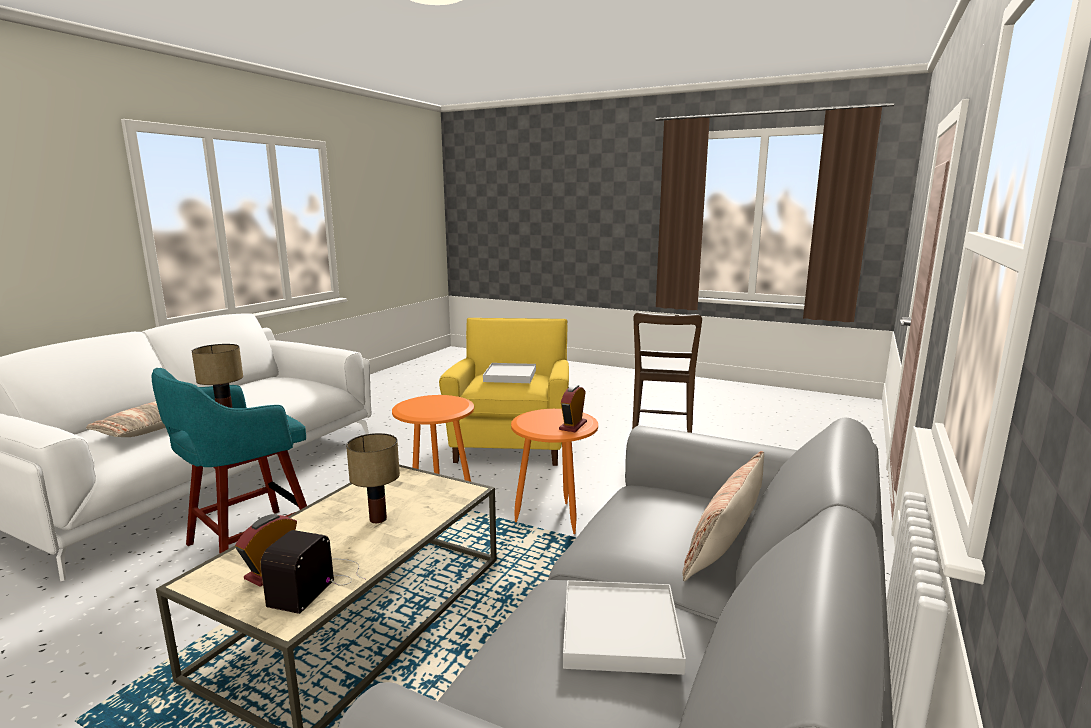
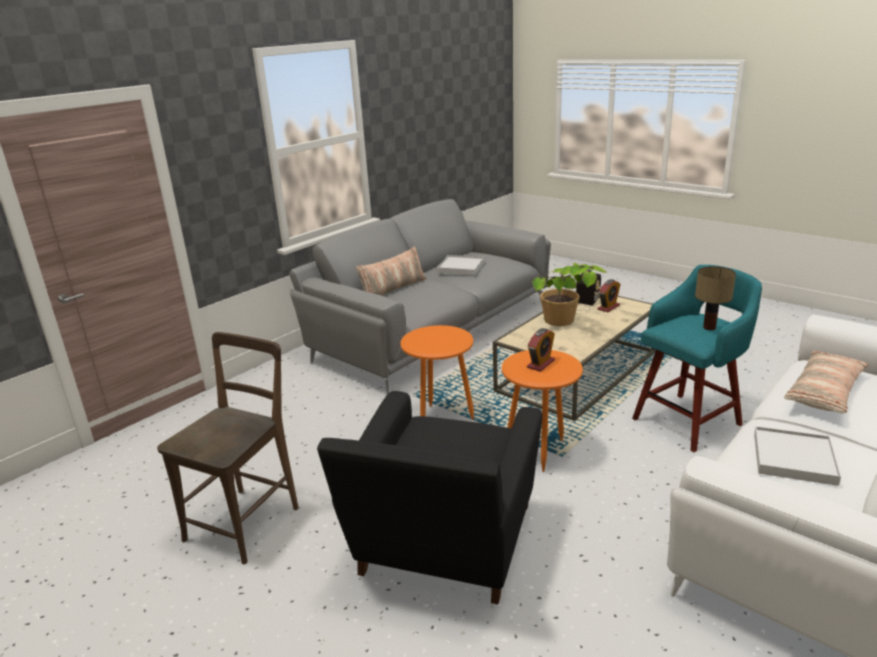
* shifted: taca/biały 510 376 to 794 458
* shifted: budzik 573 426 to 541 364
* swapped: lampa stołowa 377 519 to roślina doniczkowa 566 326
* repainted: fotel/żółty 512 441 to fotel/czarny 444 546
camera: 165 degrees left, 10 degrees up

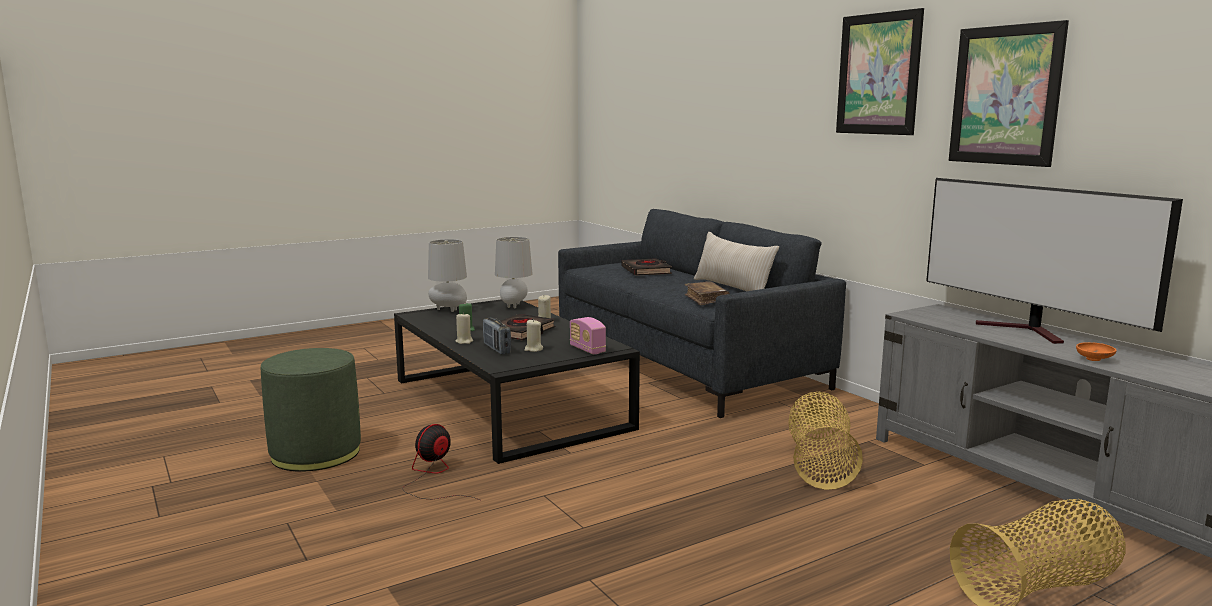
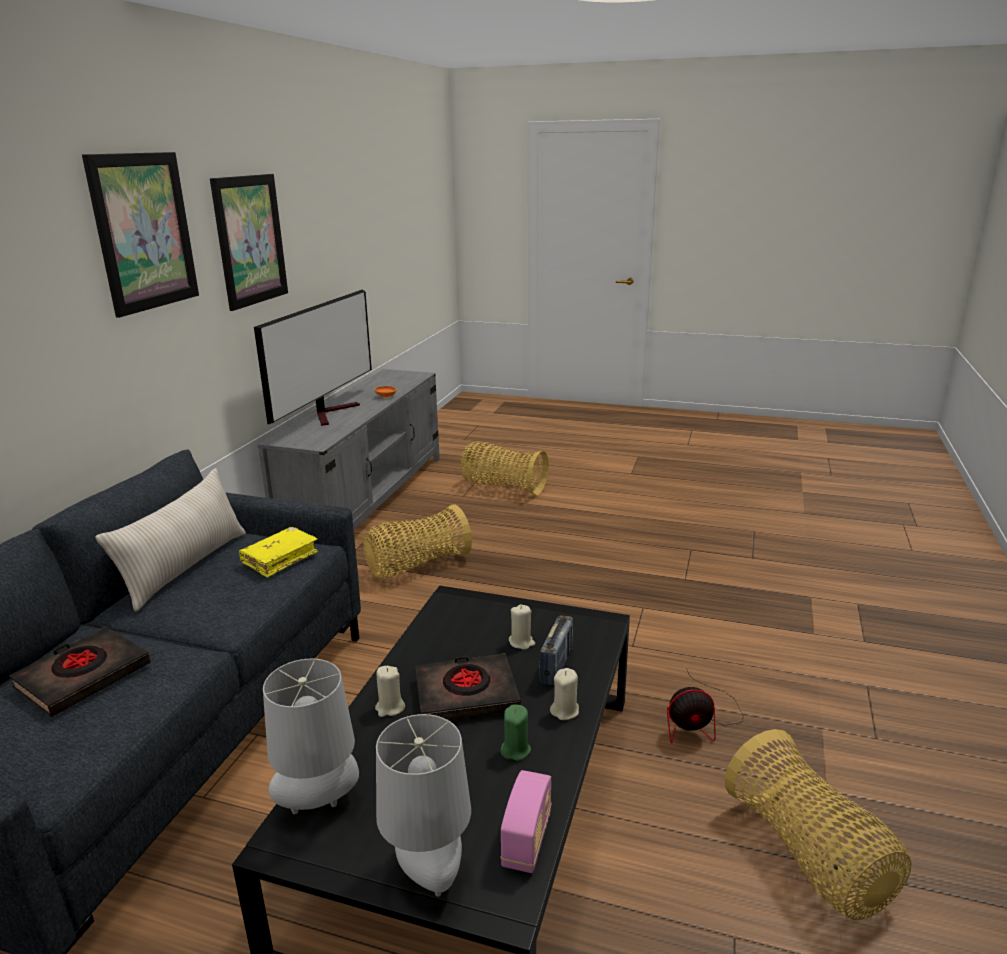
* shifted: radio 587 349 to 527 840
* swapped: pufa/zielony 316 453 to koszyk 809 856
* repainted: książka/brązowy 706 299 to książka/żółty 280 559
camera: 130 degrees left, 10 degrees up

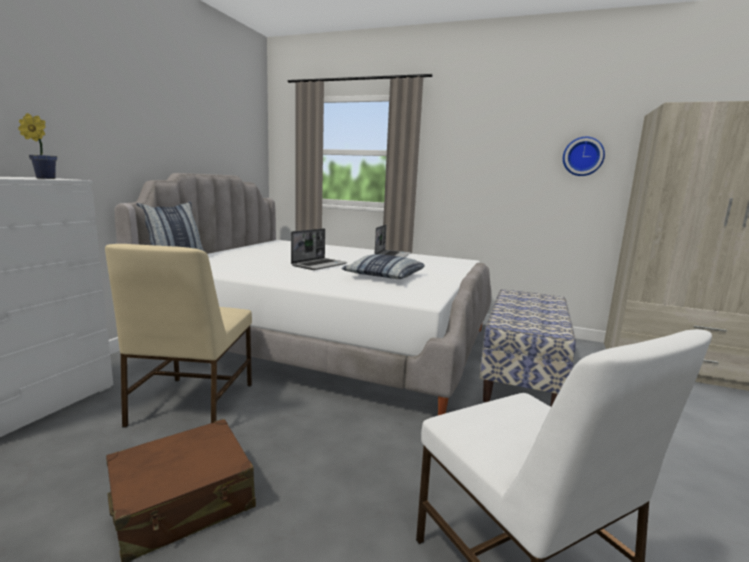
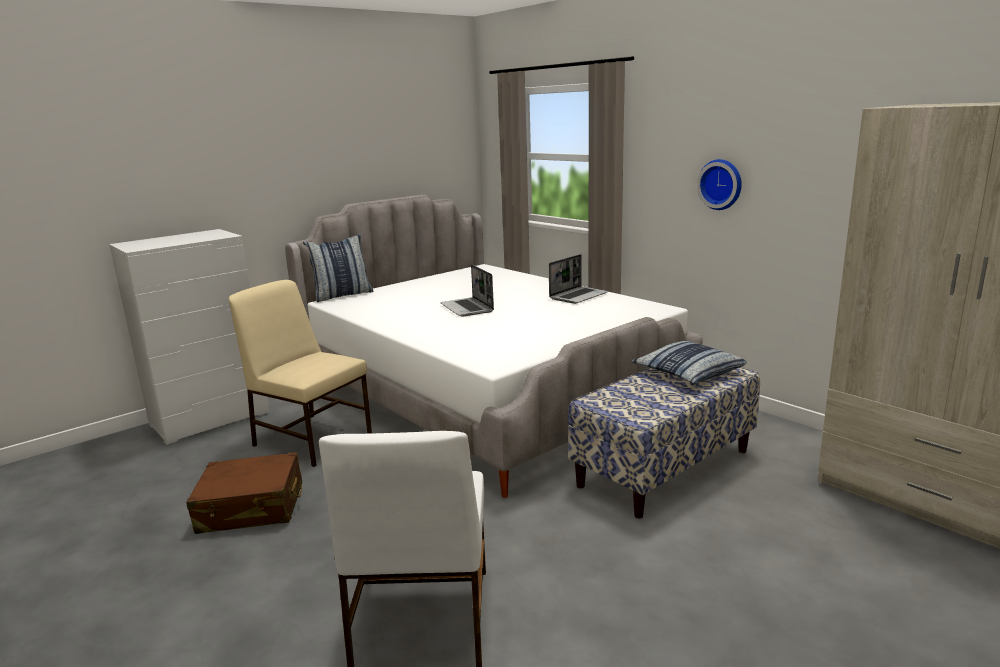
* gone: roślina doniczkowa 43 178
* shifted: poduszka 384 276 to 688 373
* shifted: zegar ścienny 583 156 to 721 184
* rotated: krzesło/beżowy 191 405 = 312 438 90 degrees clockwise
* rotated: laptop 319 265 = 468 308 90 degrees clockwise
camera: 30 degrees right, 5 degrees up

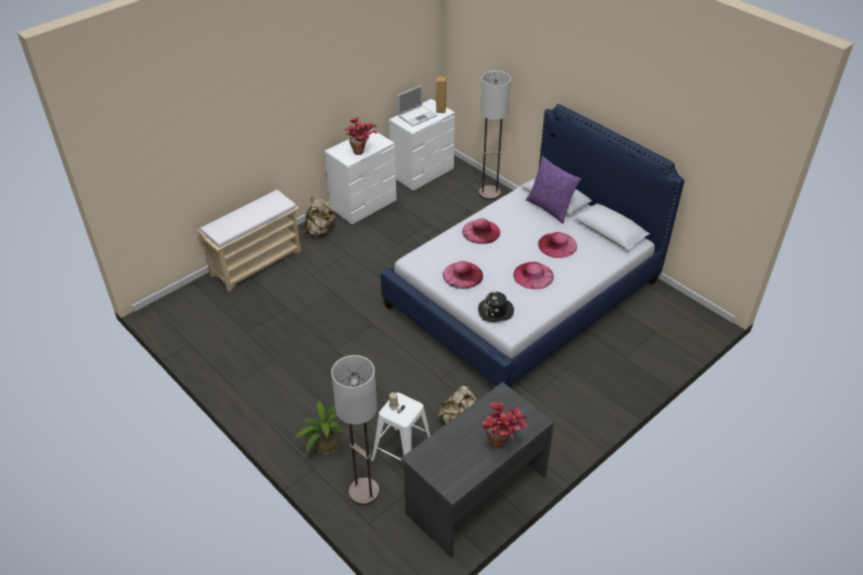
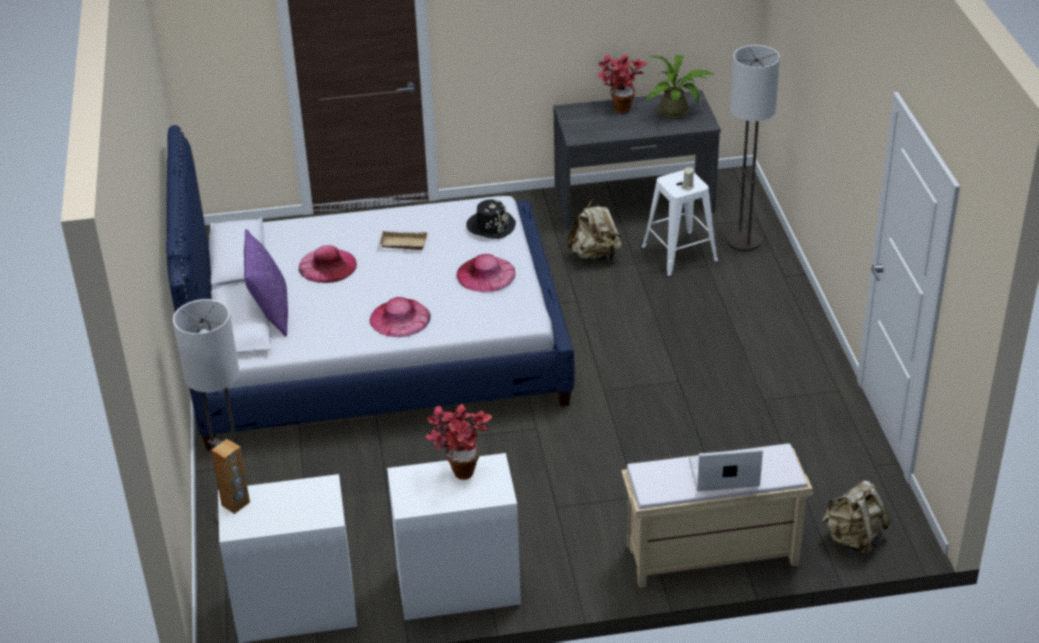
* shifted: roślina doniczkowa 324 446 to 677 113
* shifted: plecak/beżowy 319 231 to 853 539
* shifted: laptop 417 115 to 722 473
* swapped: kapelusz/różowy 533 275 to taca/beżowy 402 244
camera: 145 degrees left, 5 degrees down

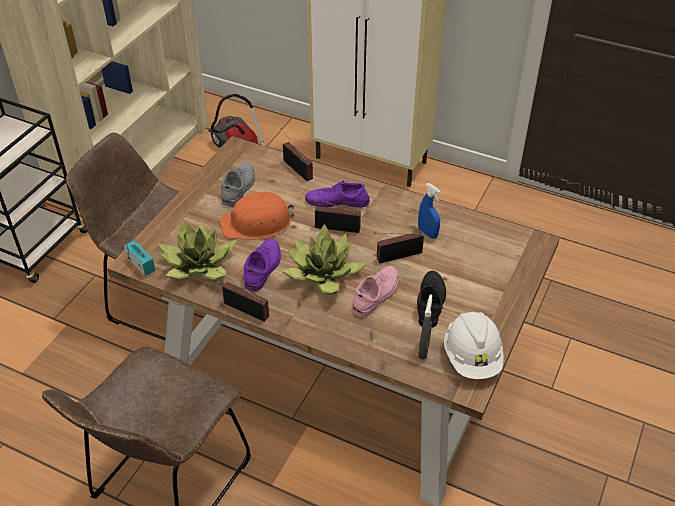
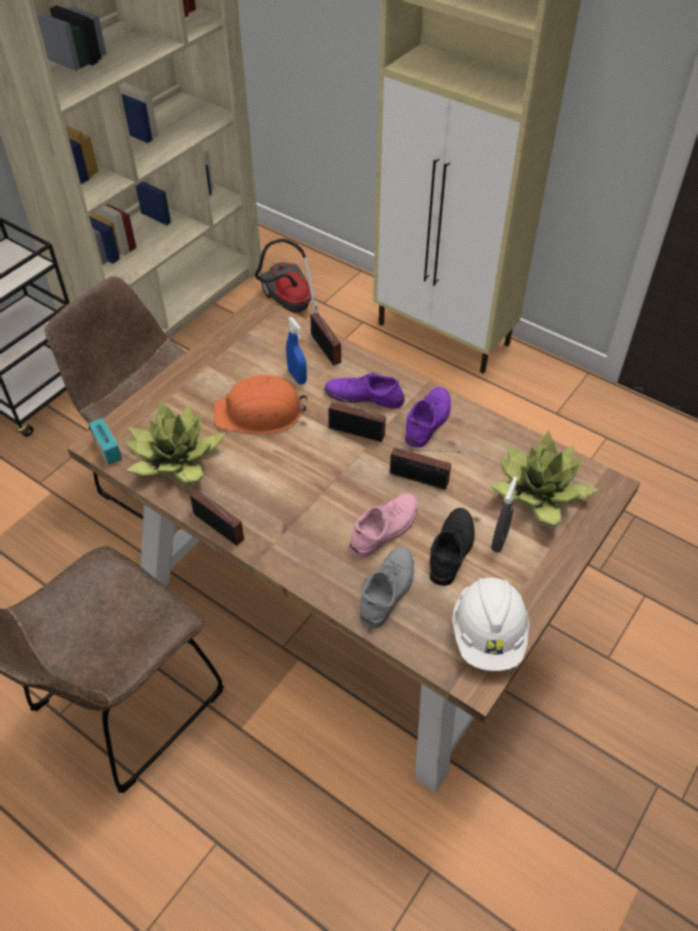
* shifted: but/szary 239 187 to 388 590
* shifted: but/fioletowy 263 267 to 428 420
* shifted: roślina doniczkowa 323 274 to 539 493
* shifted: spryskiwacz/niebieski 427 233 to 297 377
* shifted: spryskiwacz/szary 423 350 to 499 540
* rotated: radio 396 256 = 422 479 150 degrees counterclockwise
camera: 10 degrees right, 5 degrees up

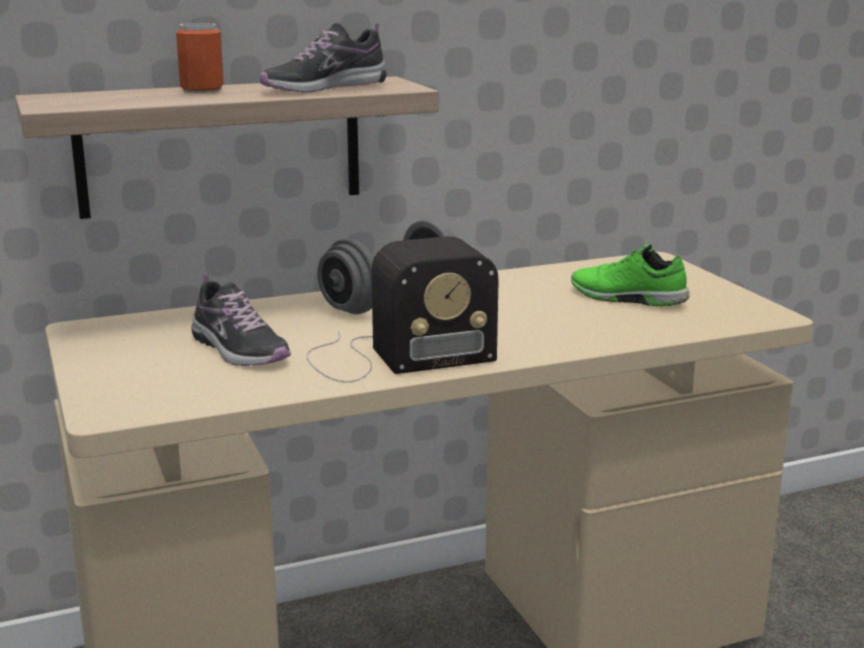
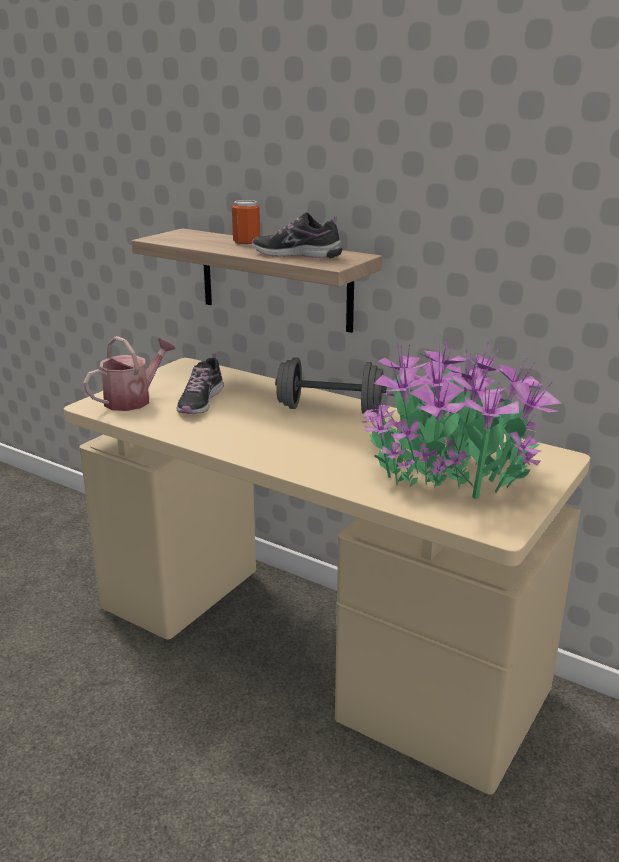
* gone: radio 393 357
* new: konewka 133 399
* swapped: but/zielony 626 298 to roślina doniczkowa 449 470
camera: 55 degrees right, 5 degrees up

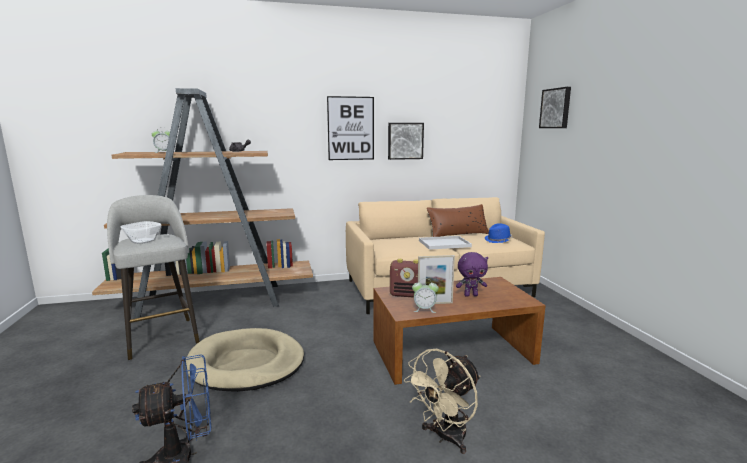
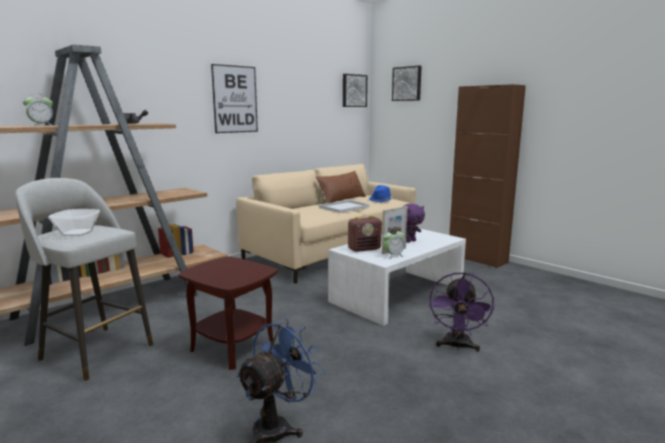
* new: szafka/brązowy 477 259
* shifted: obraz 405 141 to 353 90
* swapped: legowisko/beżowy 246 364 to stolik/brązowy 233 347
* repainted: ława/brązowy 452 351 to ława/biały 397 294
* repainted: wentylator/beżowy 445 437 to wentylator/fioletowy 457 346
camera: 30 degrees left, 0 degrees up

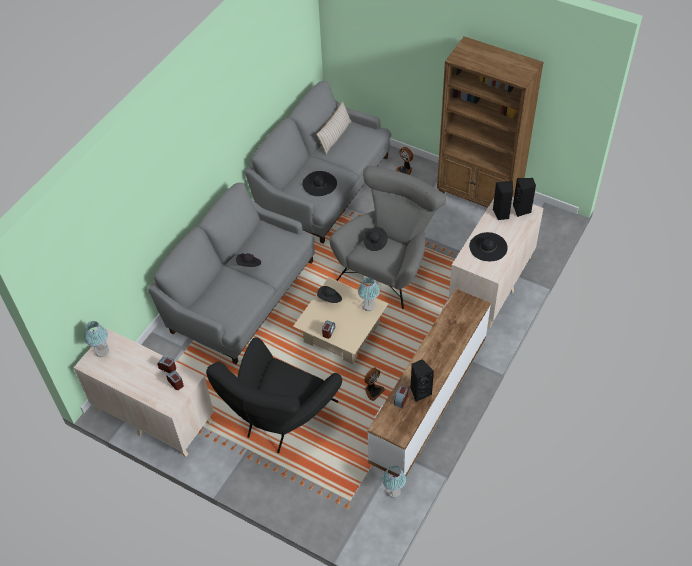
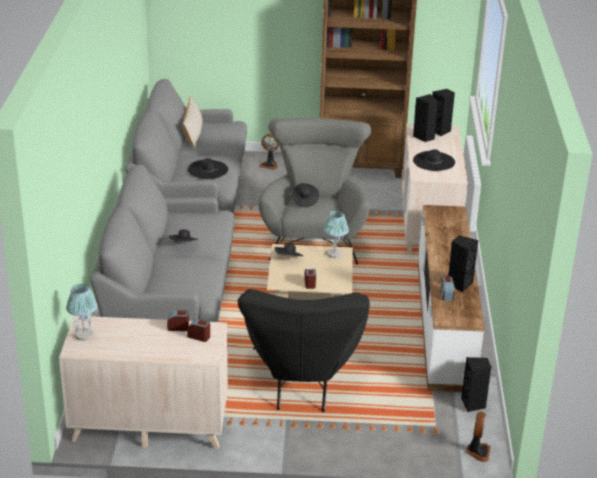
* shifted: wentylator 373 391 to 477 451
* swapped: lampa stołowa 393 491 to głośnik/czarny 473 404
camera: 30 degrees left, 20 degrees down

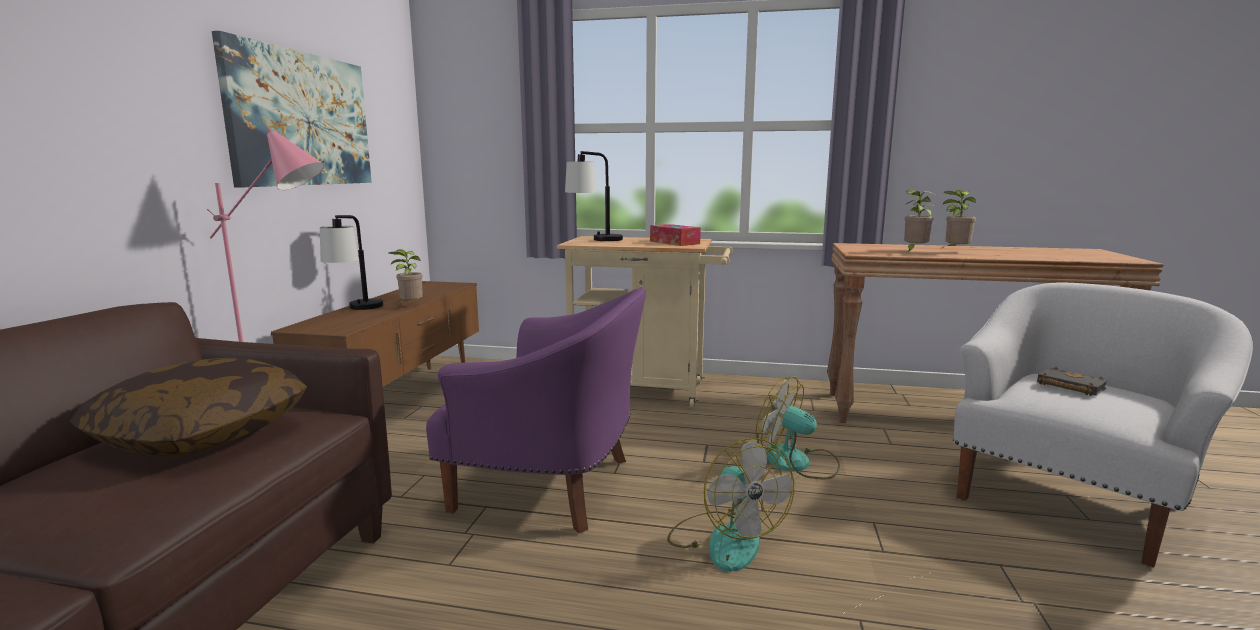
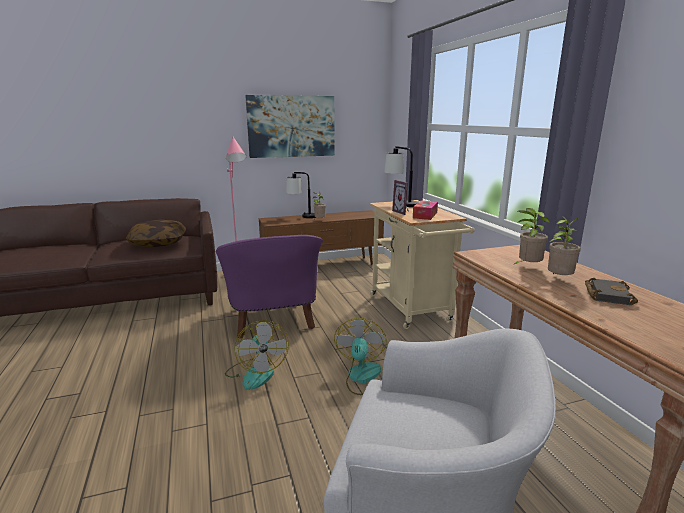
* new: ramka na zdjęcie 403 212
* shifted: książka/czarny 1068 386 to 606 294
* rotated: wentylator 725 539 = 256 373 60 degrees counterclockwise
camera: 60 degrees right, 5 degrees up

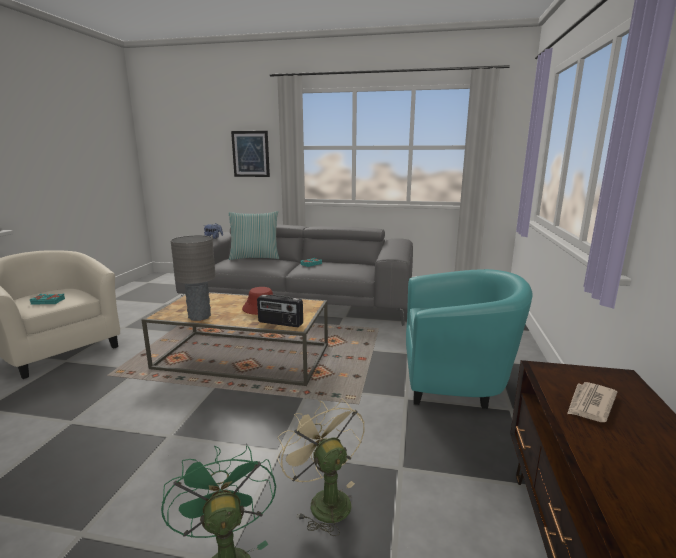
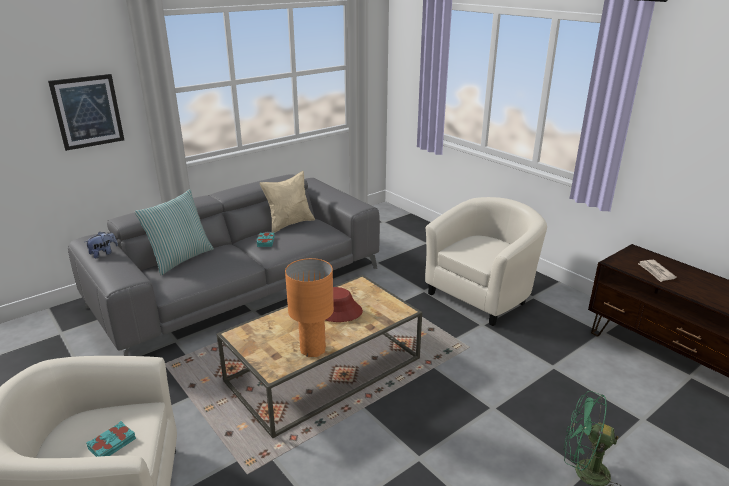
* gone: radio 280 323
* gone: wentylator/beżowy 324 500
* new: poduszka/beżowy 289 224
* repainted: lampa stołowa/szary 199 317 to lampa stołowa/pomarańczowy 312 350
* repainted: fotel/turkusowy 456 380 to fotel/beżowy 482 295
camera: 50 degrees left, 10 degrees up

